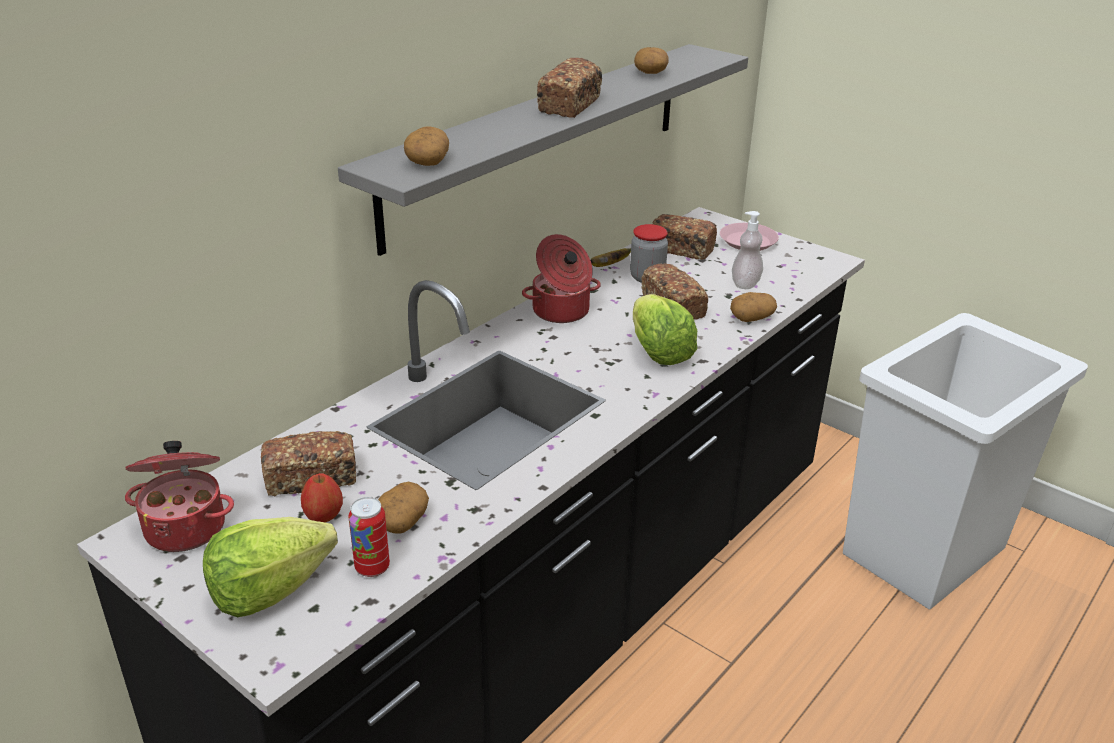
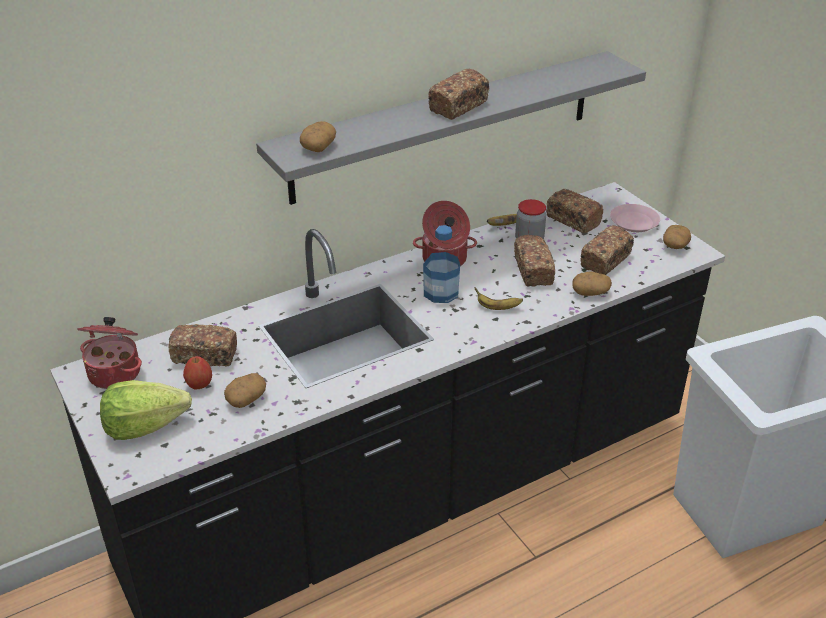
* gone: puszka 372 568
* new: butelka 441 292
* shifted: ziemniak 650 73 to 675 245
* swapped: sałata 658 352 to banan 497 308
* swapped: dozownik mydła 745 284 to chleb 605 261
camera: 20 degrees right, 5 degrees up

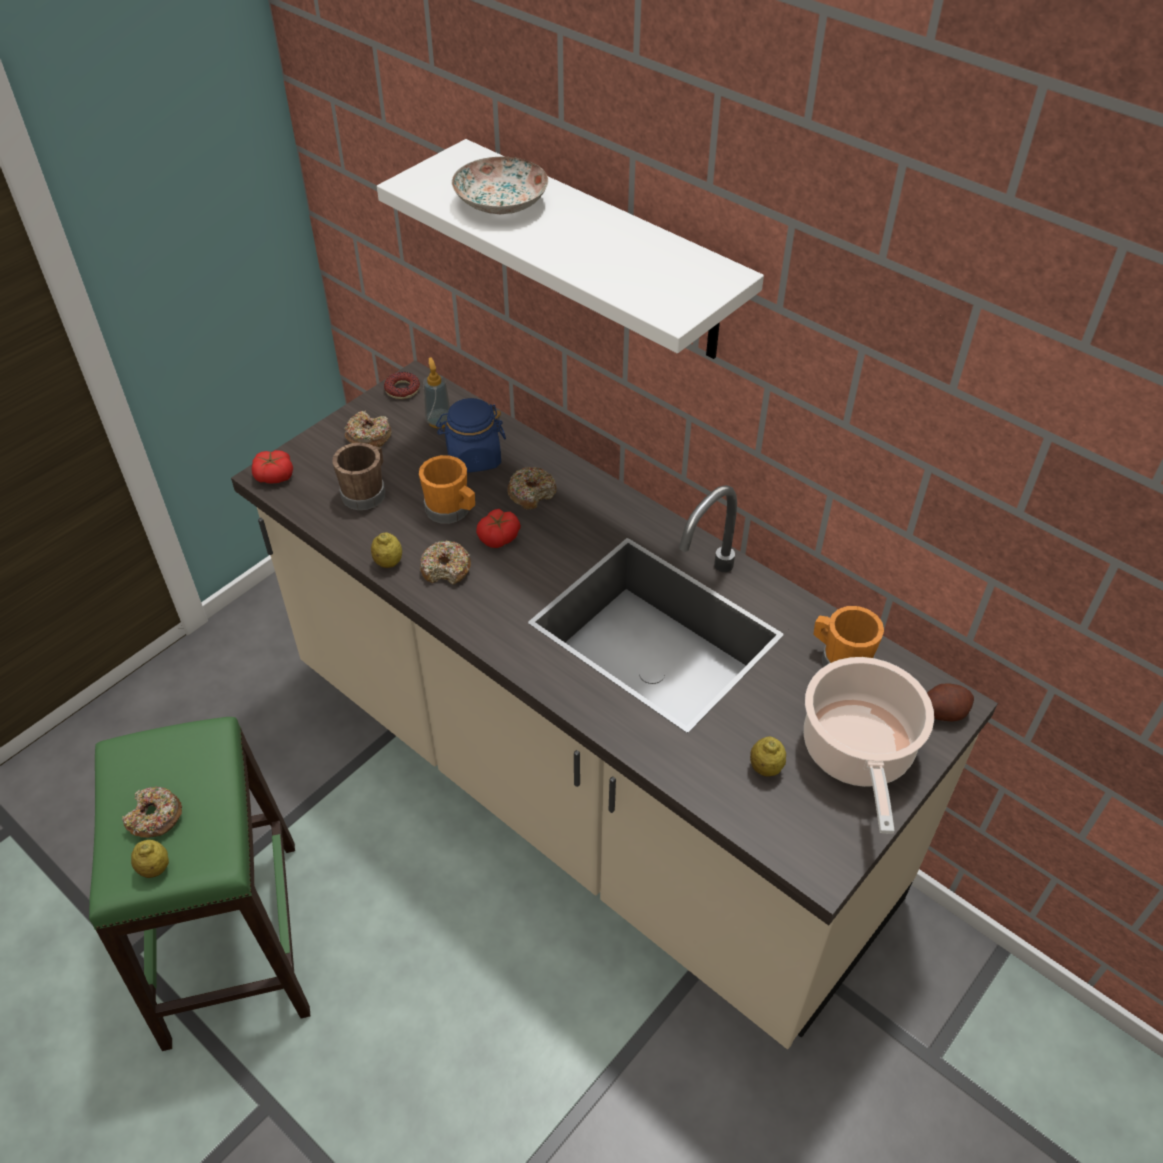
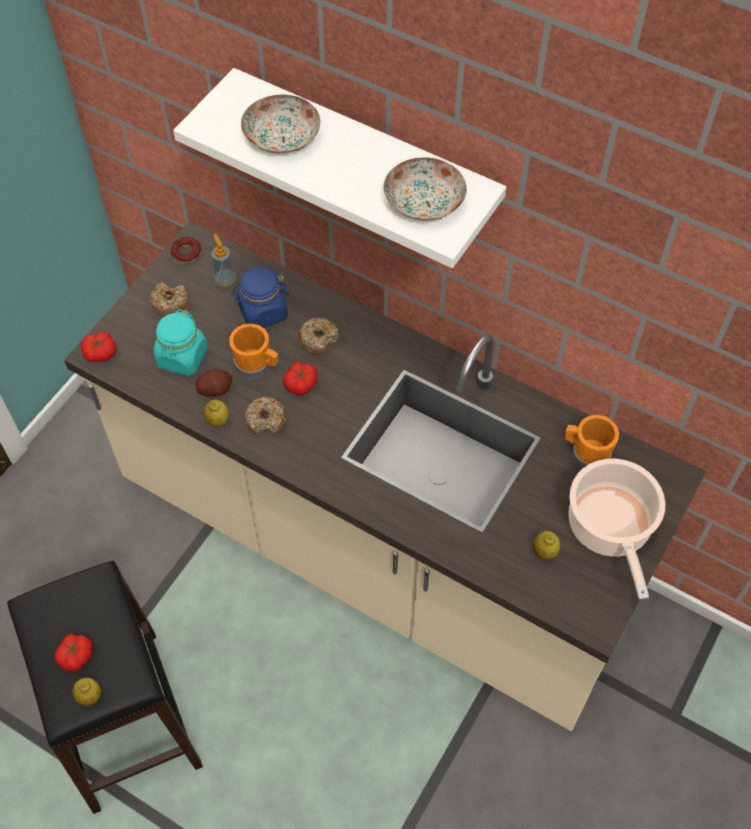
* new: talerz 425 201
* shifted: ziemniak 944 711 to 215 389
* swapped: donut 155 818 to pomidor 76 655
* swapped: kubek/brązowy 366 492 to słoik/turkusowy 182 357
* repainted: stołek/zielony 231 942 to stołek/czarny 124 720
camera: 10 degrees left, 10 degrees up

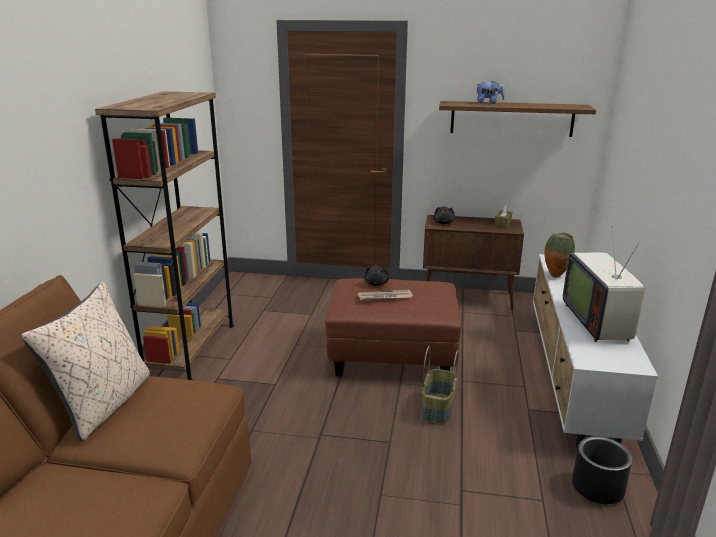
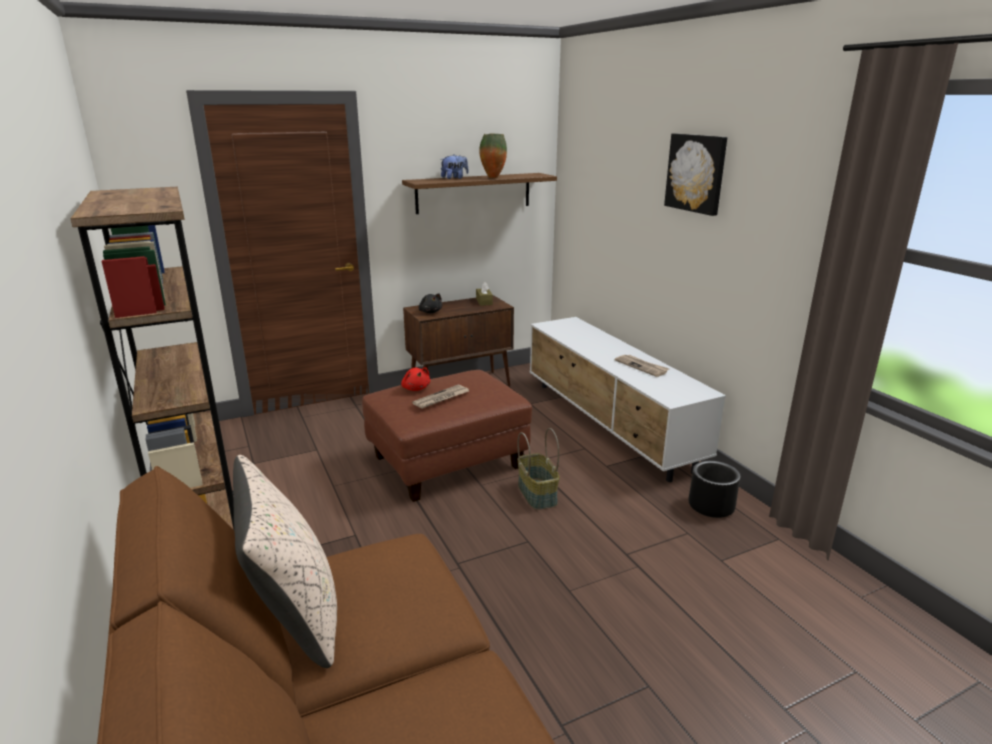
* new: obraz 696 173
* shifted: wazon 555 275 to 492 178
* swapped: telewizor 599 321 to gazeta 641 366
* repainted: pluszak/czarny 376 283 to pluszak/czerwony 416 388
camera: 35 degrees left, 0 degrees up

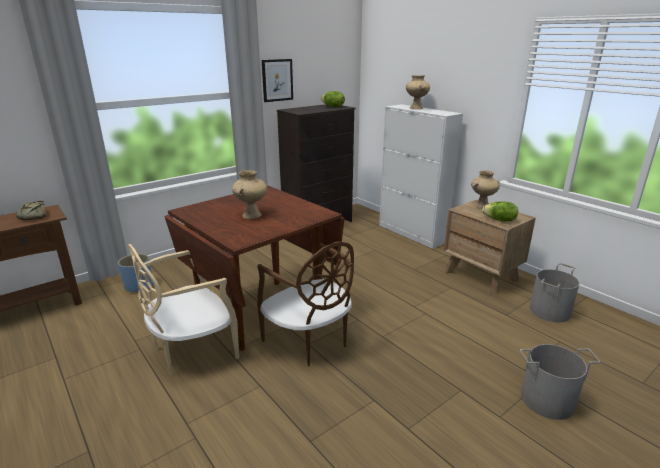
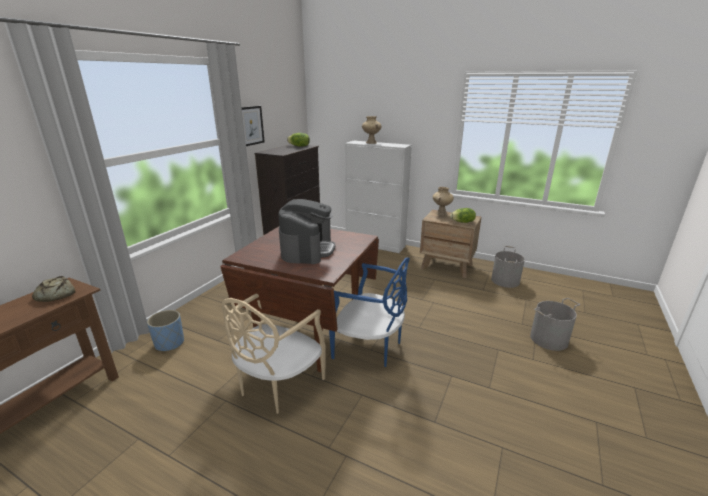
* swapped: wazon/beżowy 251 215 to ekspres do kawy 307 249
* repainted: krzesło/brązowy 309 341 to krzesło/niebieski 370 347
camera: 25 degrees left, 0 degrees up

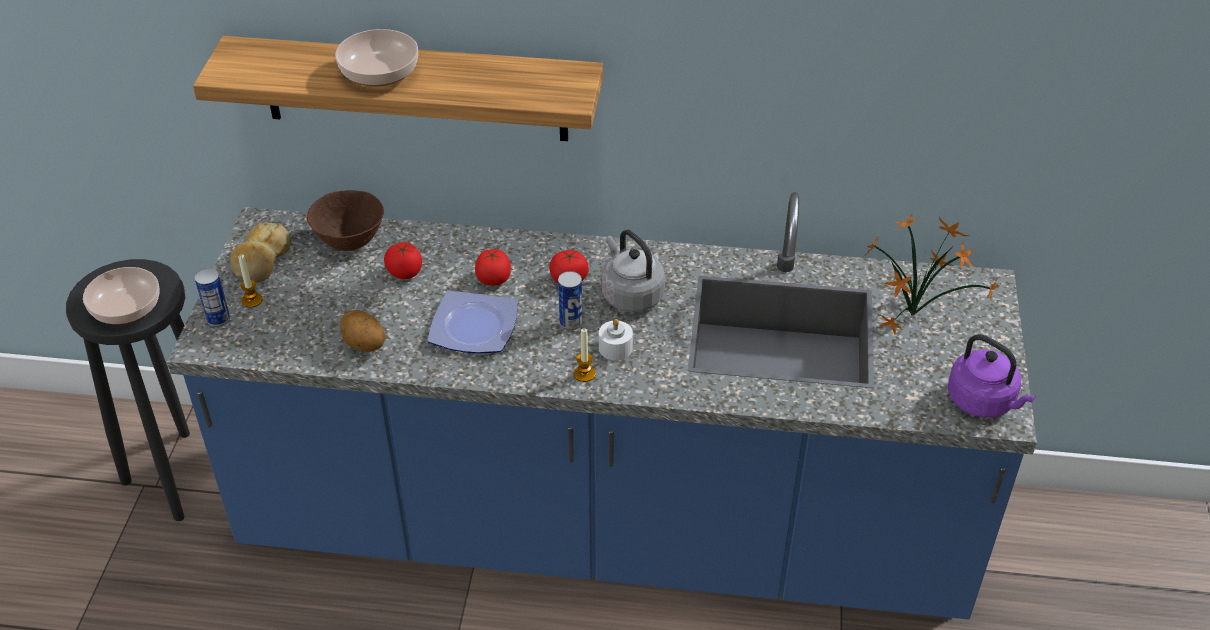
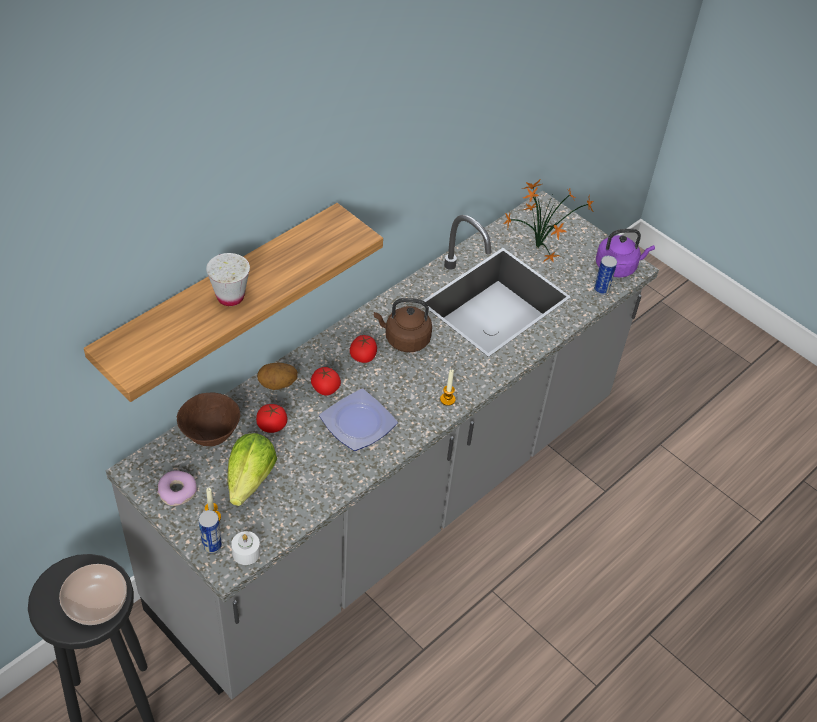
* new: sałata 250 480
* shifted: ziemniak 364 345 to 277 385
* shifted: puszka 570 323 to 601 290
* shifted: świeca/biały 615 348 to 246 552
* swapped: chleb 261 261 to donut 177 491
* swapped: miska 381 72 to filiżanka/biały 230 297
* repainted: zabudowa kuchenna/niebieski 605 530 to zabudowa kuchenna/szary 395 504
* repainted: czajnik/szary 630 294 to czajnik/brązowy 404 339
camera: 55 degrees left, 5 degrees up

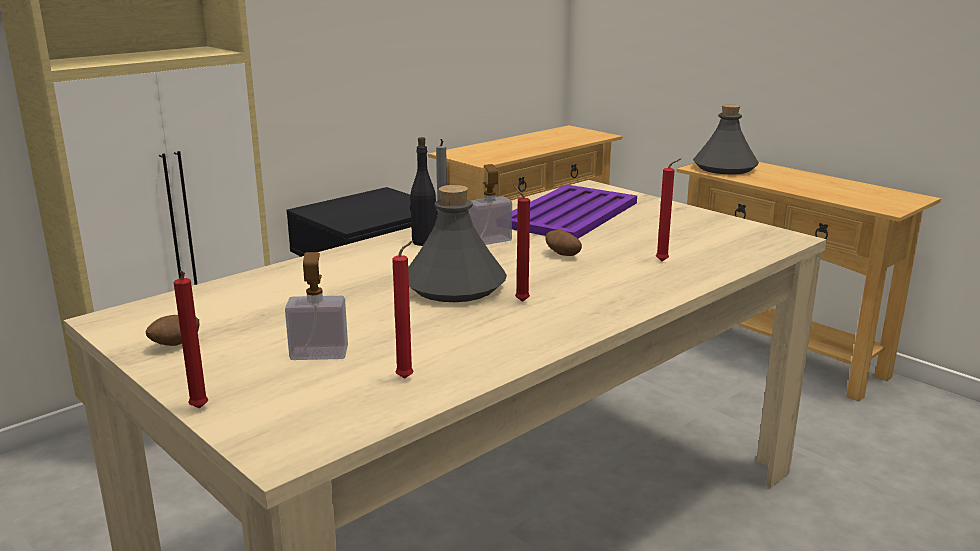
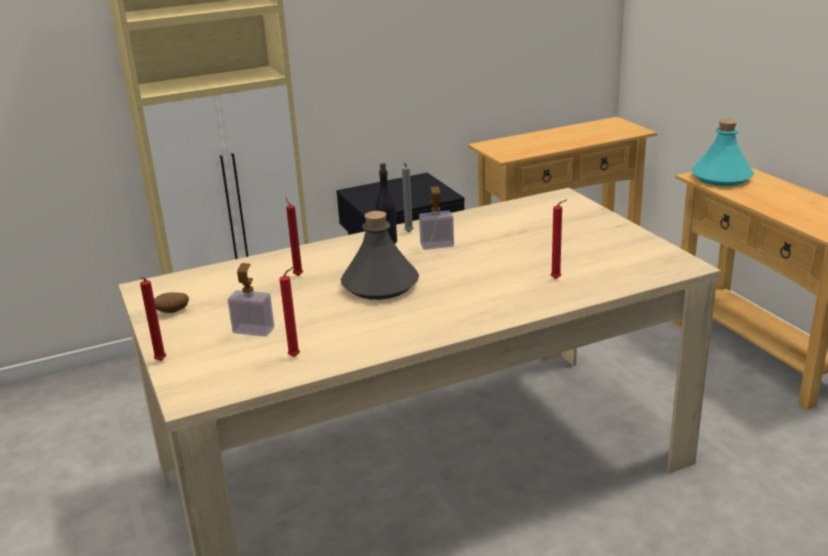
* gone: taca/fioletowy 568 214
* gone: ziemniak 562 255
* shifted: świeca/czerwony 520 301 to 297 275
* repainted: butelka/szary 725 168 to butelka/turkusowy 722 178
camera: 20 degrees right, 5 degrees up

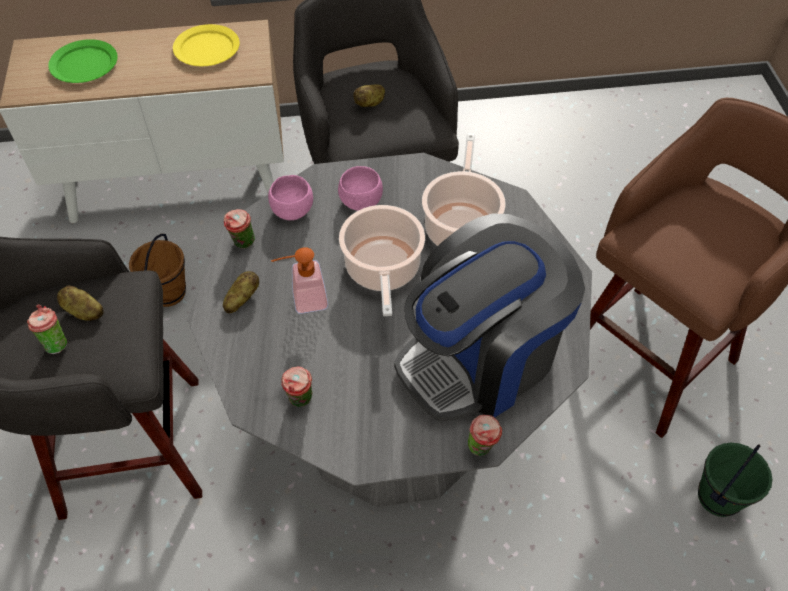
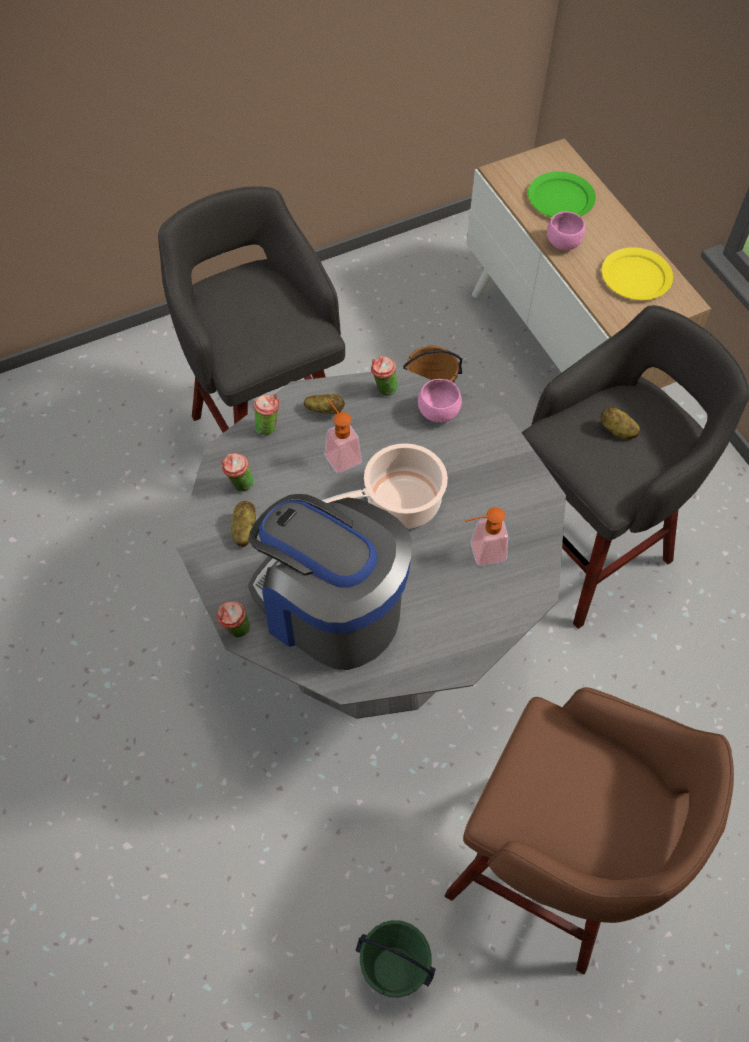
* shifted: filiżanka 55 343 to 268 426
* shifted: ziemniak 83 311 to 244 530
* shifted: miska/różowy 360 202 to 563 243
* swapped: garnek 461 225 to dozownik mydła 481 553
camera: 70 degrees right, 5 degrees up

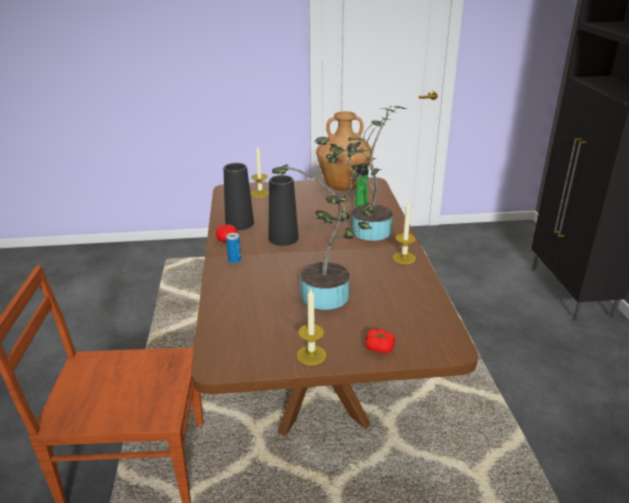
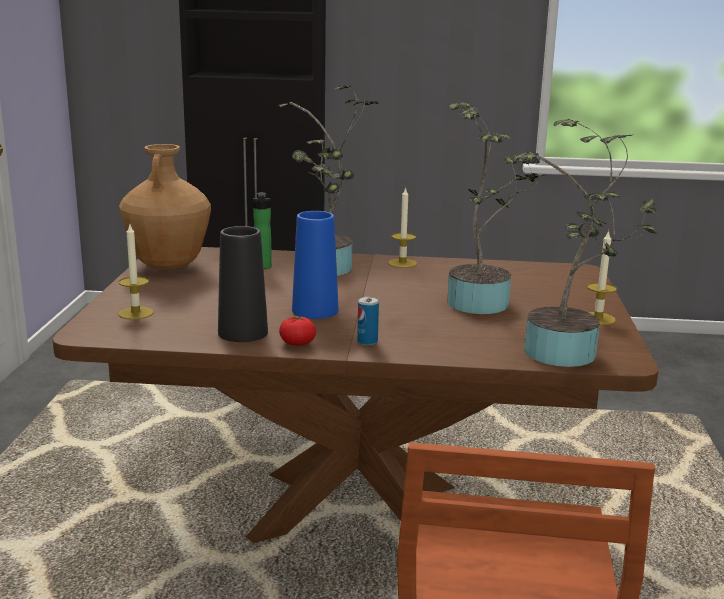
* gone: pomidor 379 347
* new: roślina doniczkowa 568 354
* repainted: wazon/czarny 283 238 to wazon/niebieski 315 310
camera: 80 degrees left, 10 degrees down

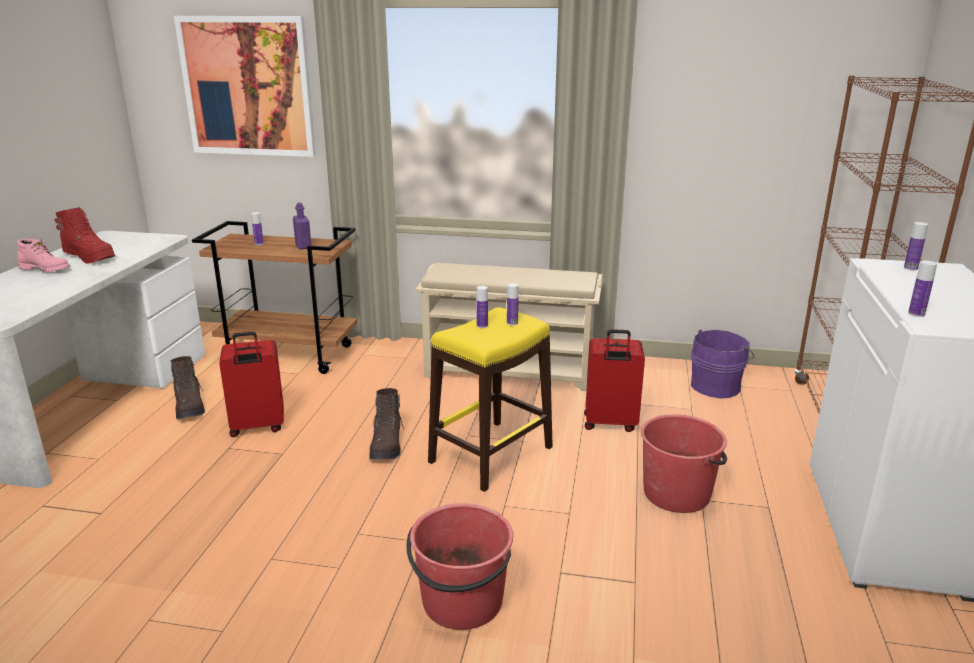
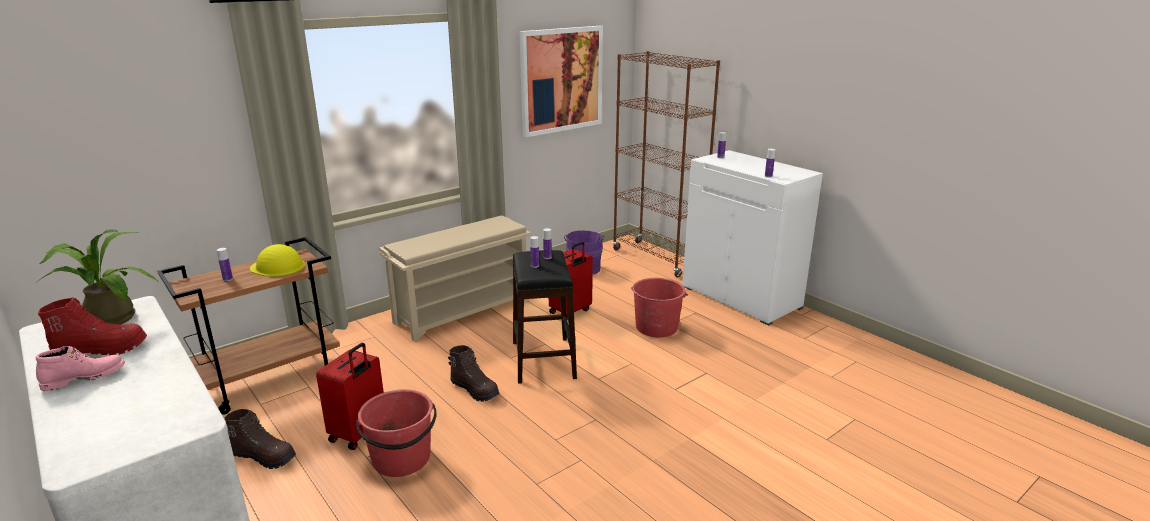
* new: roślina doniczkowa 108 318
* shifted: obraz 247 87 to 561 80
* shifted: wiadro/czerwony 462 602 to 402 459
* swapped: butelka/fioletowy 303 246 to kask/żółty 278 266
* repainted: stołek/żółty 490 454 to stołek/czarny 543 360
camera: 50 degrees left, 0 degrees up

